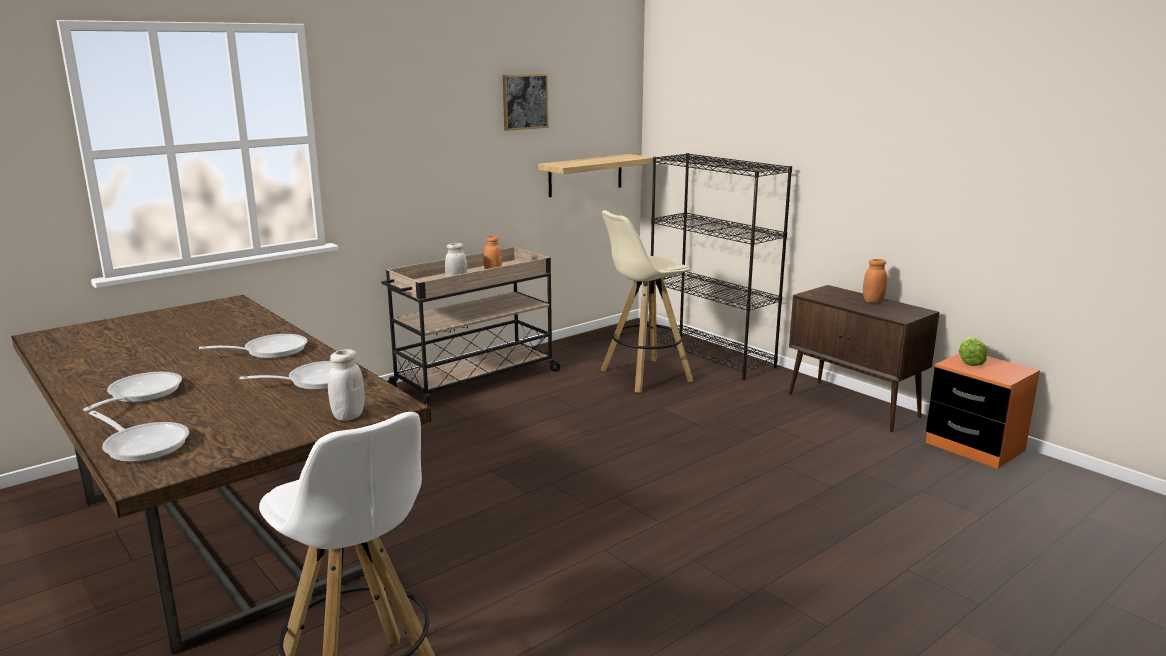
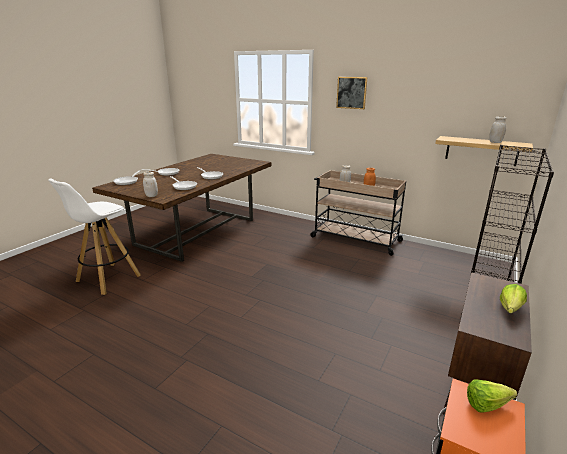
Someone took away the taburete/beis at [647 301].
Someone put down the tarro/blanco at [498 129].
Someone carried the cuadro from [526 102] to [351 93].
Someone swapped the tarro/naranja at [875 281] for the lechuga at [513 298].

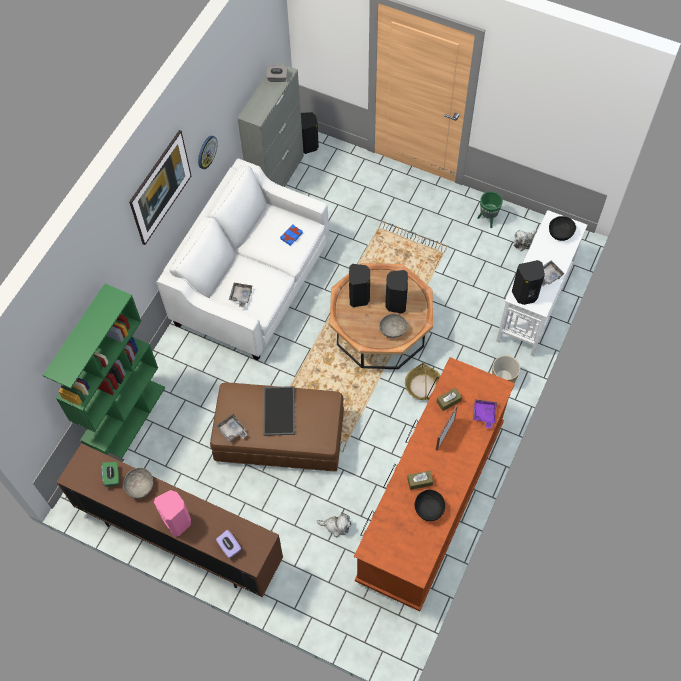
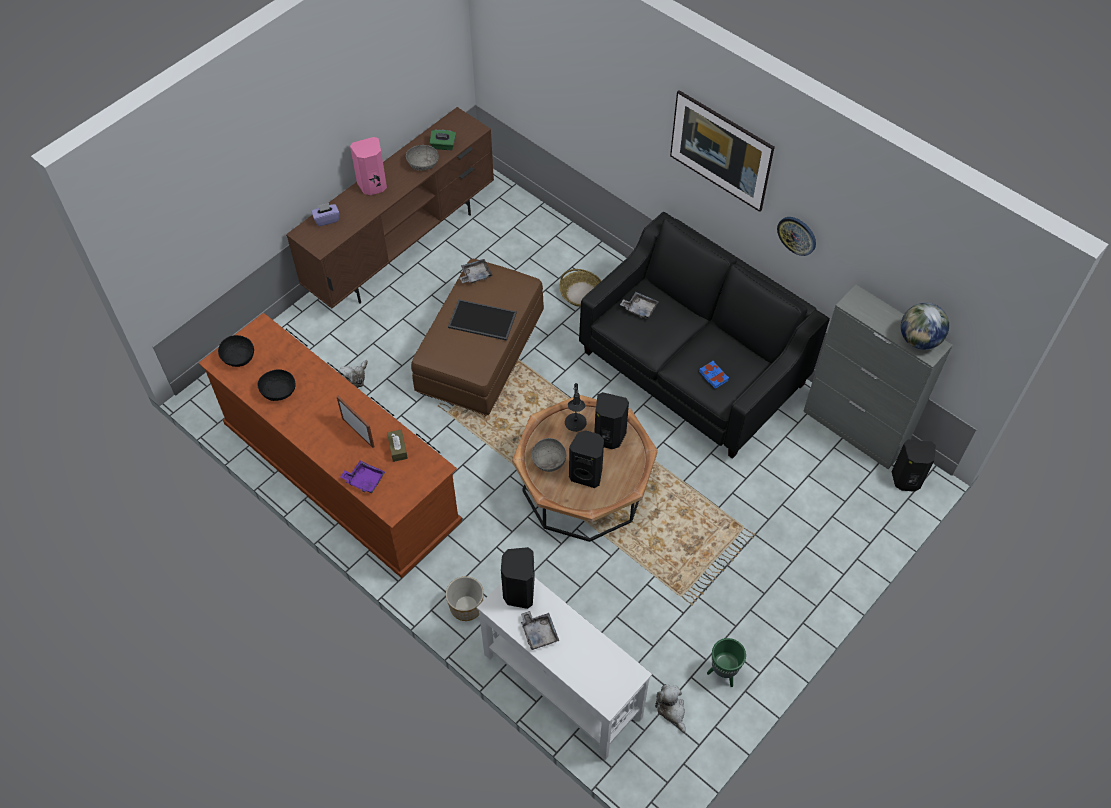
Someone took away the estantería/verde at [104 371].
Someone took away the caja de pañuelos/marrón at [420 480].
Someone put down the lámpara de mesa/negro at [576 407].
Someone carried the cesta from [423 381] to [580 288].
Someone carried the cuenco/negro from [562 228] to [236 351].
Someone swapped the caja de pañuelos/gris at [277 73] for the globo terráqueo at [925 326].
Someone repainted the sofá/blanco at [243 259], which became the sofá/negro at [704 335].

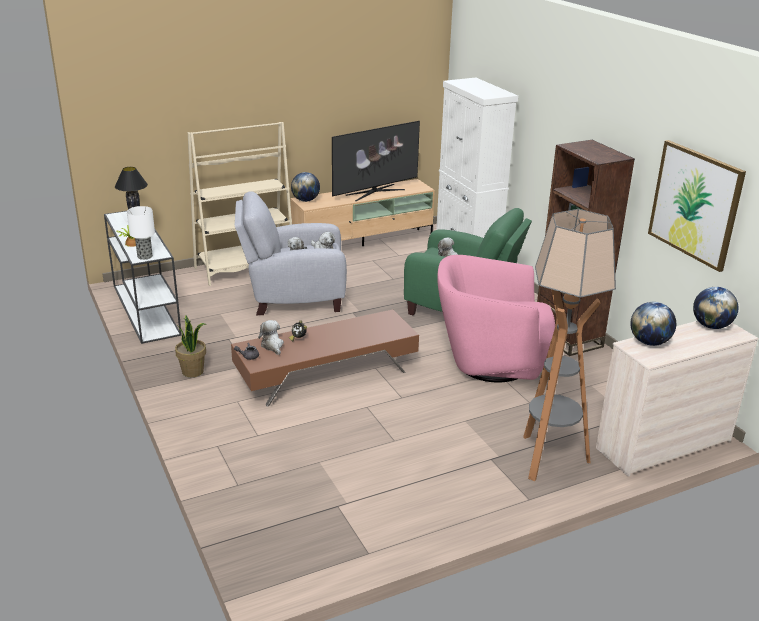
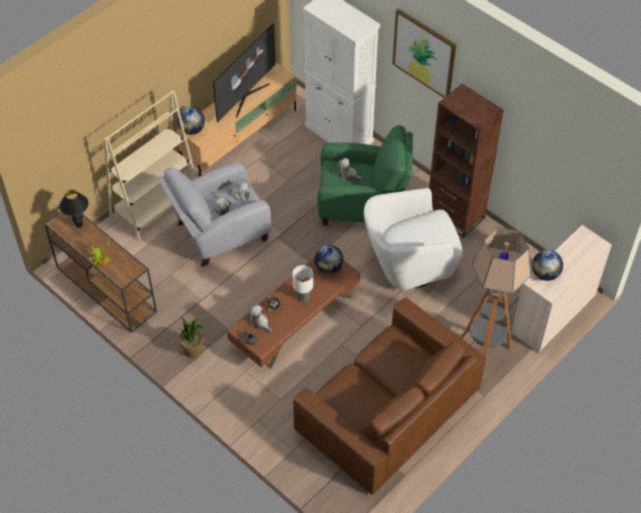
Someone put down the sofá/marrón at [389 396].
Someone carried the lámpara de mesa from [141 233] to [302 283].
Someone carried the cuadro from [697 206] to [424 53].
Someone carried the globo terráqueo from [716 308] to [328 259].
Someone repainted the mesa consola/blanco at [143 277], which became the mesa consola/marrón at [100 272].
Someone repainted the sillón/rosa at [496 319], which became the sillón/blanco at [413 239].

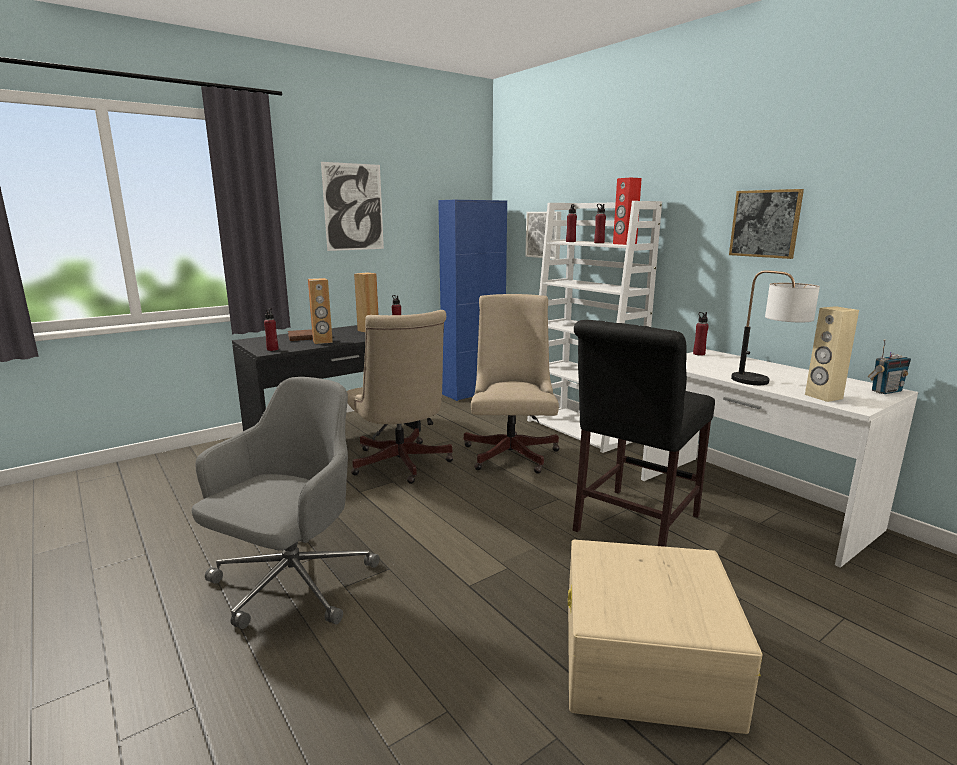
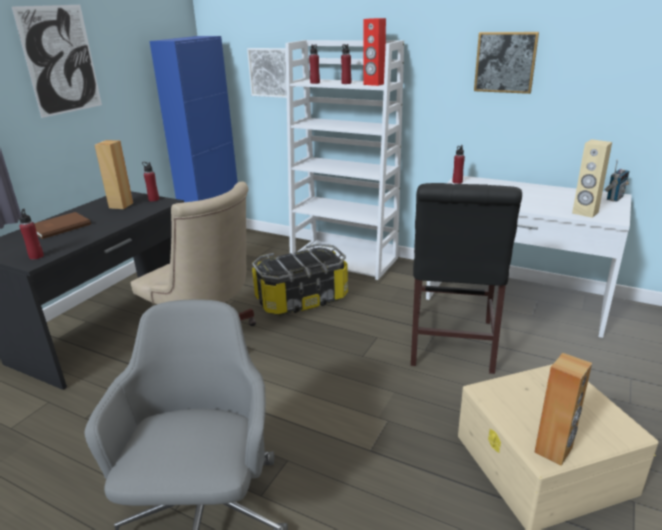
Someone took away the lámpara de mesa at [775 327].
Someone carried the altavoz/marrón from [320 311] to [563 409].
Someone swapped the silla de oficina/beis at [512 384] for the caja de almacenaje at [300 279].

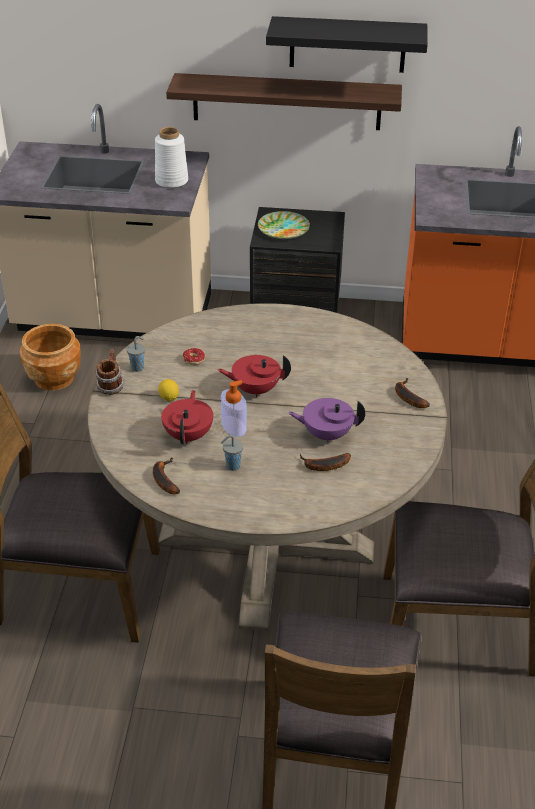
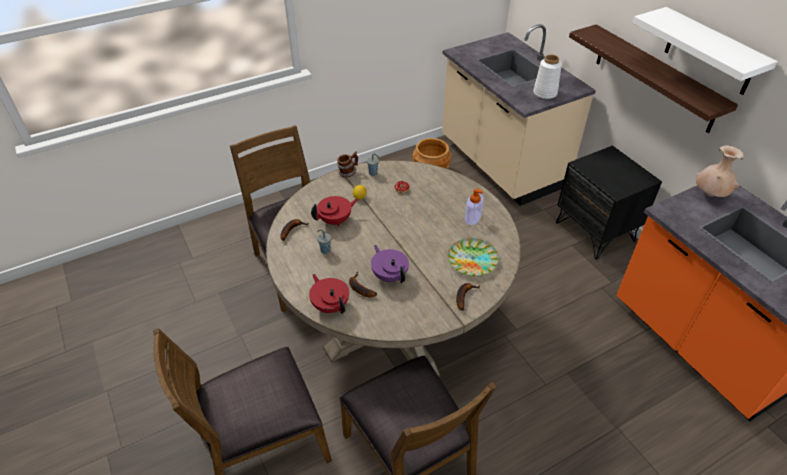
Someone put down the florero/beis at [720 171].
Someone carried the tetera/rojo from [254 376] to [329 294].
Someone carried the dispensador de jabón from [234 408] to [474 206].
Someone carried the plato from [284 225] to [473 257].
Someone repainted the estante/negro at [347 44], which became the estante/blanco at [705 51].

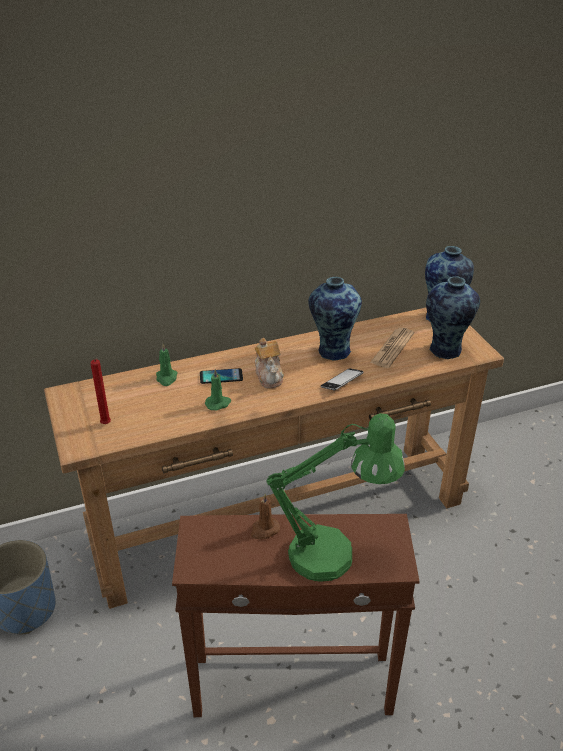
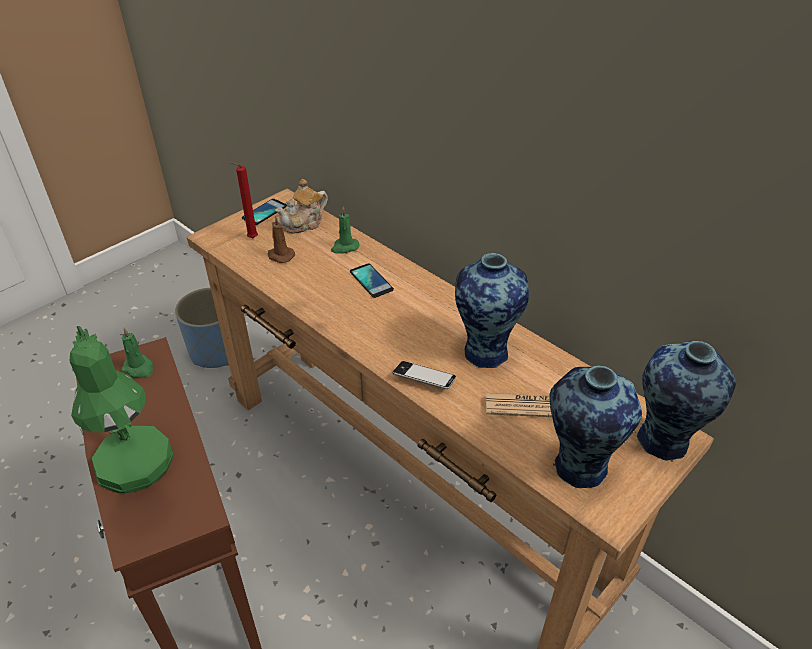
Someone put down the móvil at [264 212].
Someone carried the vela/verde from [218 389] to [137 353].
Someone carried the vela/marrón from [265 516] to [281 239].
Someone carried the tetera from [269 363] to [301 206].

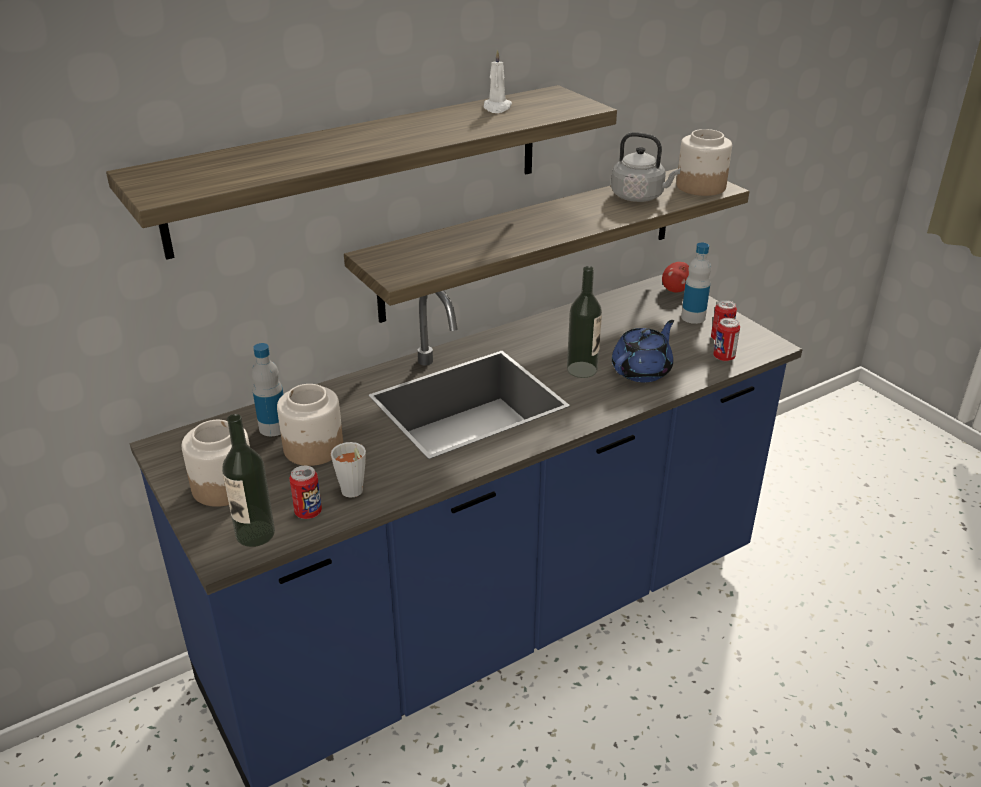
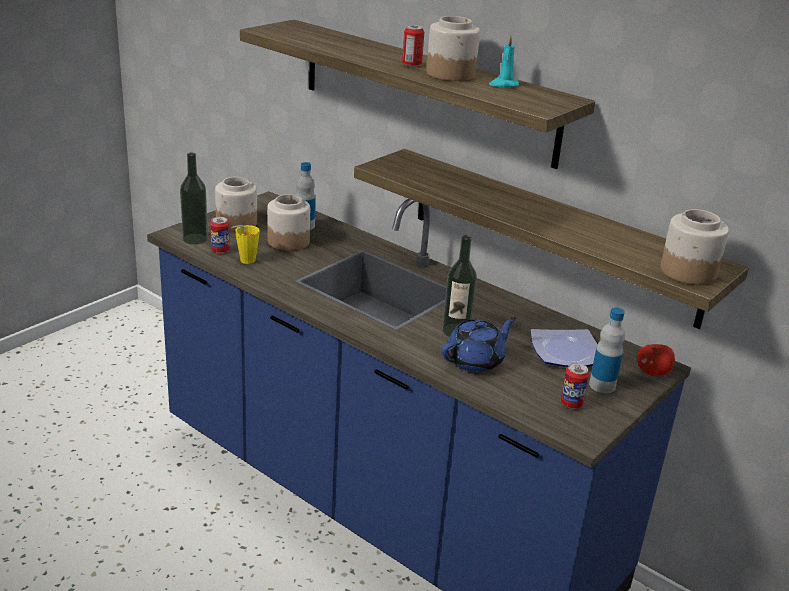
Someone took away the hervidor/gris at [646 167].
Someone put down the tarro at [453 48].
Someone put down the plato at [563 348].
Someone carried the lata from [726 339] to [413 46].
Someone repainted the taza/gris at [348 470], which became the taza/amarillo at [245 244].
Someone repainted the vela/blanco at [498 81], which became the vela/turquesa at [504 61].
Someone rotated the tetera/azul at [643 351] by 60 degrees counterclockwise.

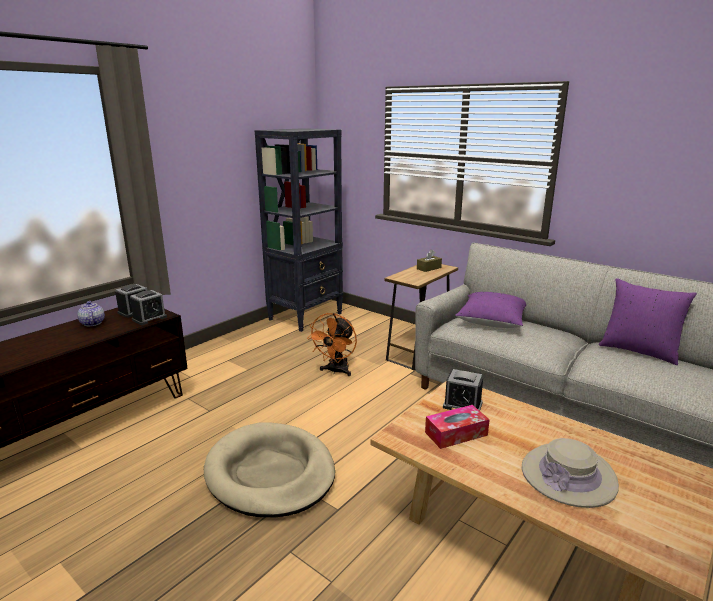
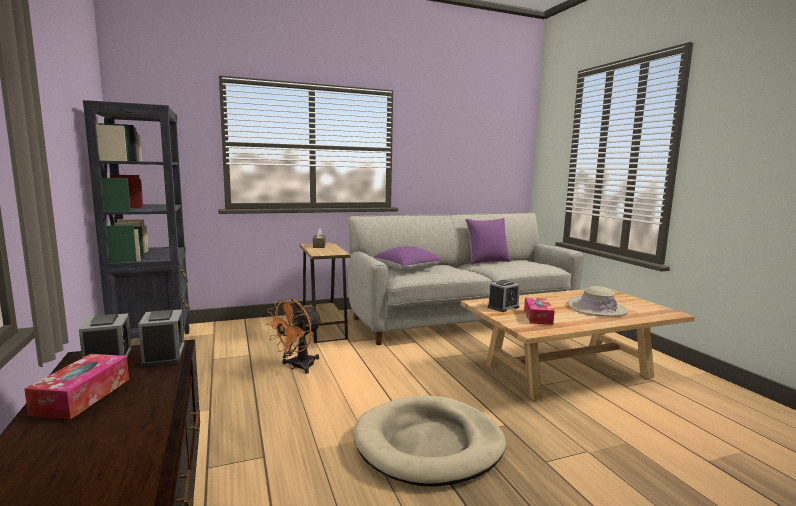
Someone swapped the tetera at [91 313] for the caja de pañuelos at [76 386].
Someone rotated the ventilador/naranja at [332 344] by 75 degrees clockwise.

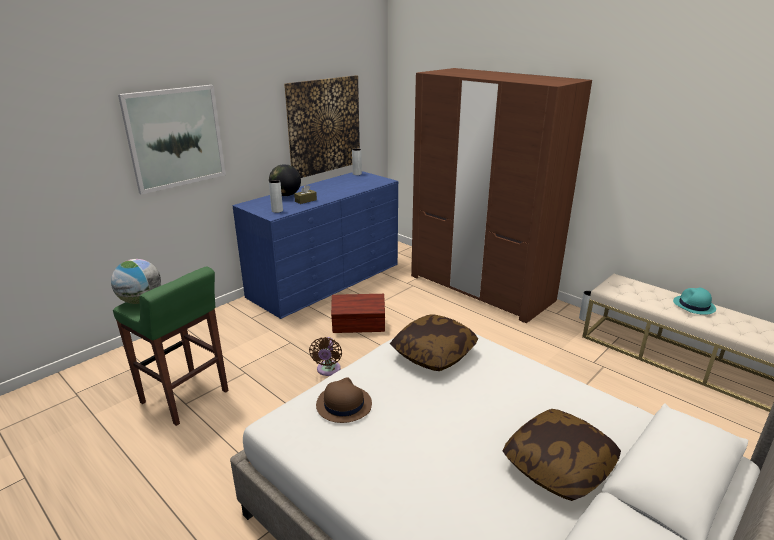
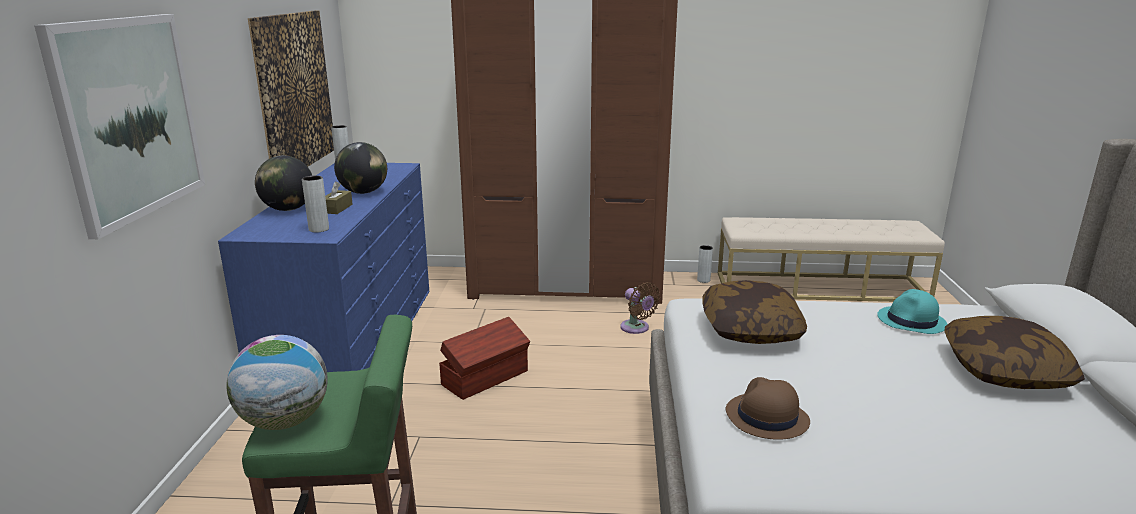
Someone put down the globo terráqueo at [360 168].
Someone carried the ventilador/marrón from [325 356] to [640 308].
Someone carried the sombrero/turquesa from [694 301] to [912 311].

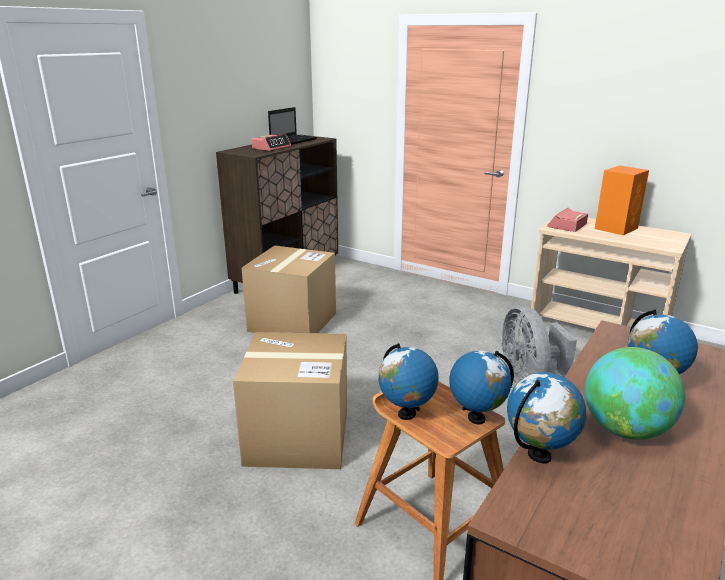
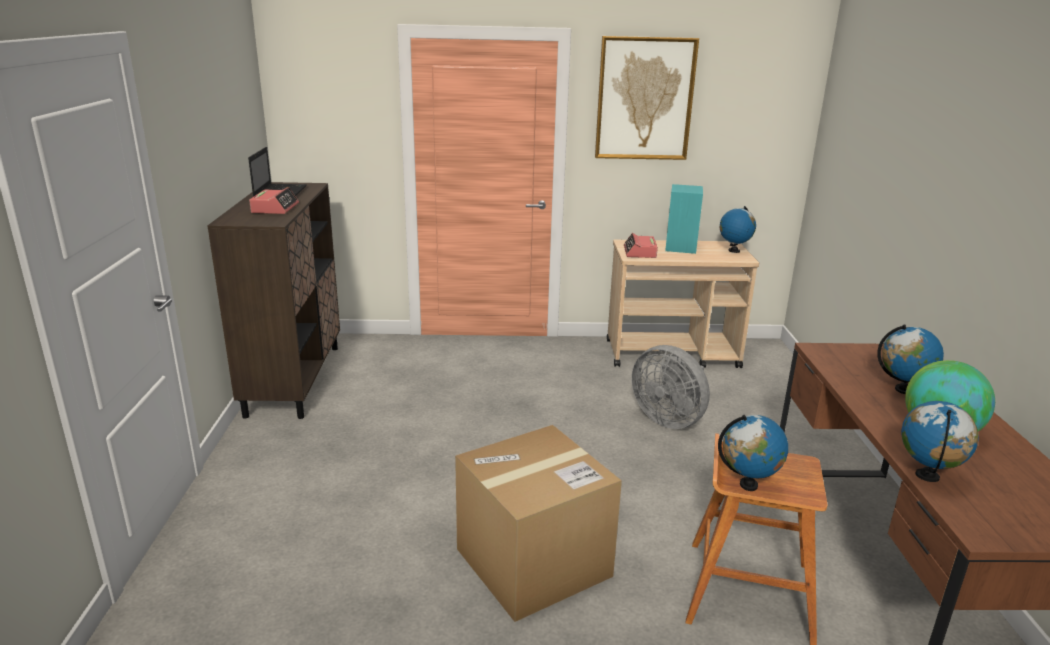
Someone took away the caja de cartón at [288 289].
Someone put up the cuadro at [647 98].
Someone carried the globo terráqueo from [481 387] to [738 229].
Someone repainted the altavoz/naranja at [622 200], which became the altavoz/turquesa at [684 219].

